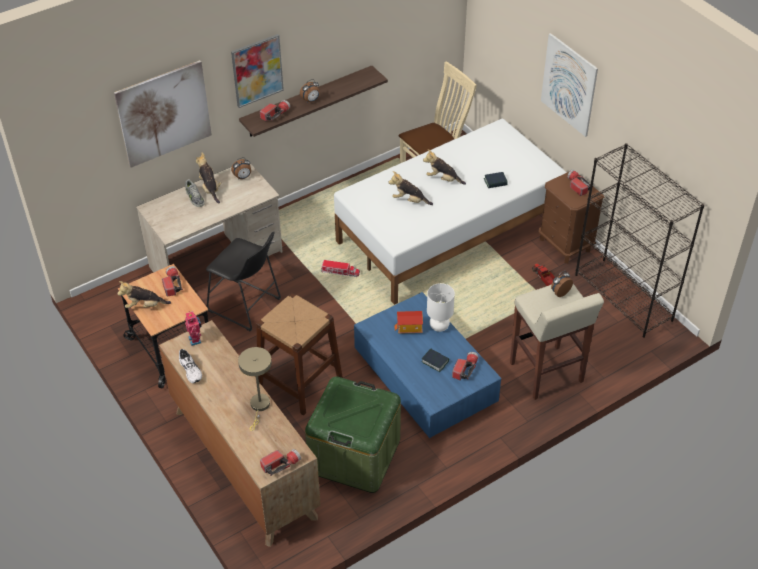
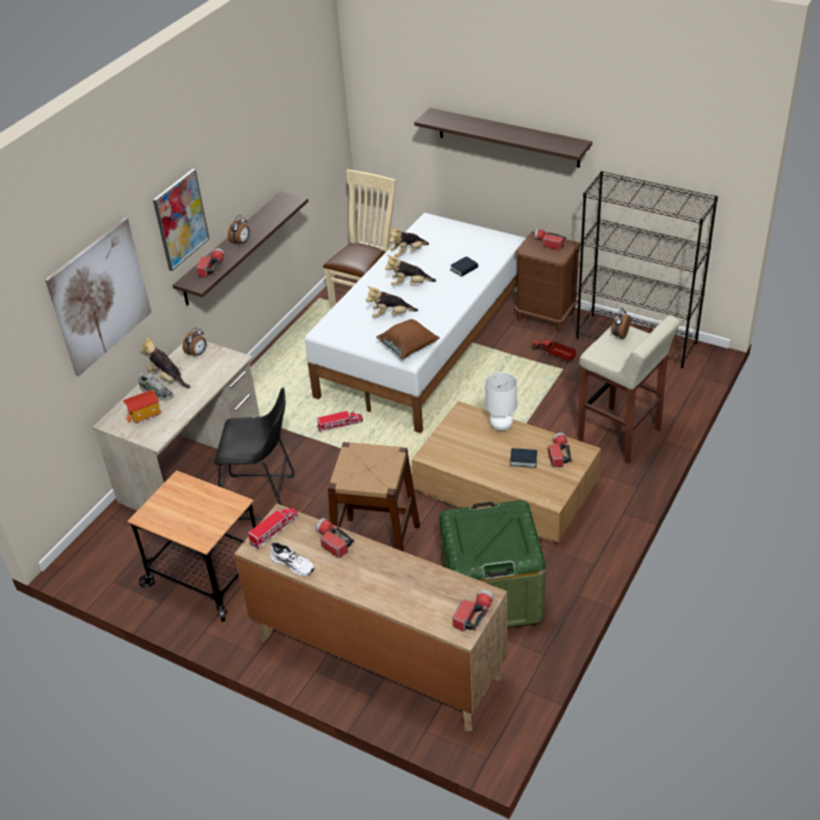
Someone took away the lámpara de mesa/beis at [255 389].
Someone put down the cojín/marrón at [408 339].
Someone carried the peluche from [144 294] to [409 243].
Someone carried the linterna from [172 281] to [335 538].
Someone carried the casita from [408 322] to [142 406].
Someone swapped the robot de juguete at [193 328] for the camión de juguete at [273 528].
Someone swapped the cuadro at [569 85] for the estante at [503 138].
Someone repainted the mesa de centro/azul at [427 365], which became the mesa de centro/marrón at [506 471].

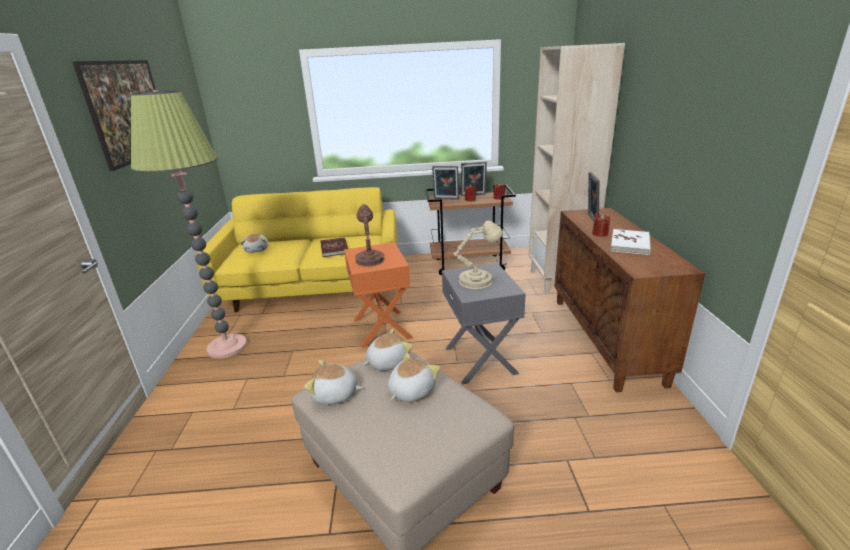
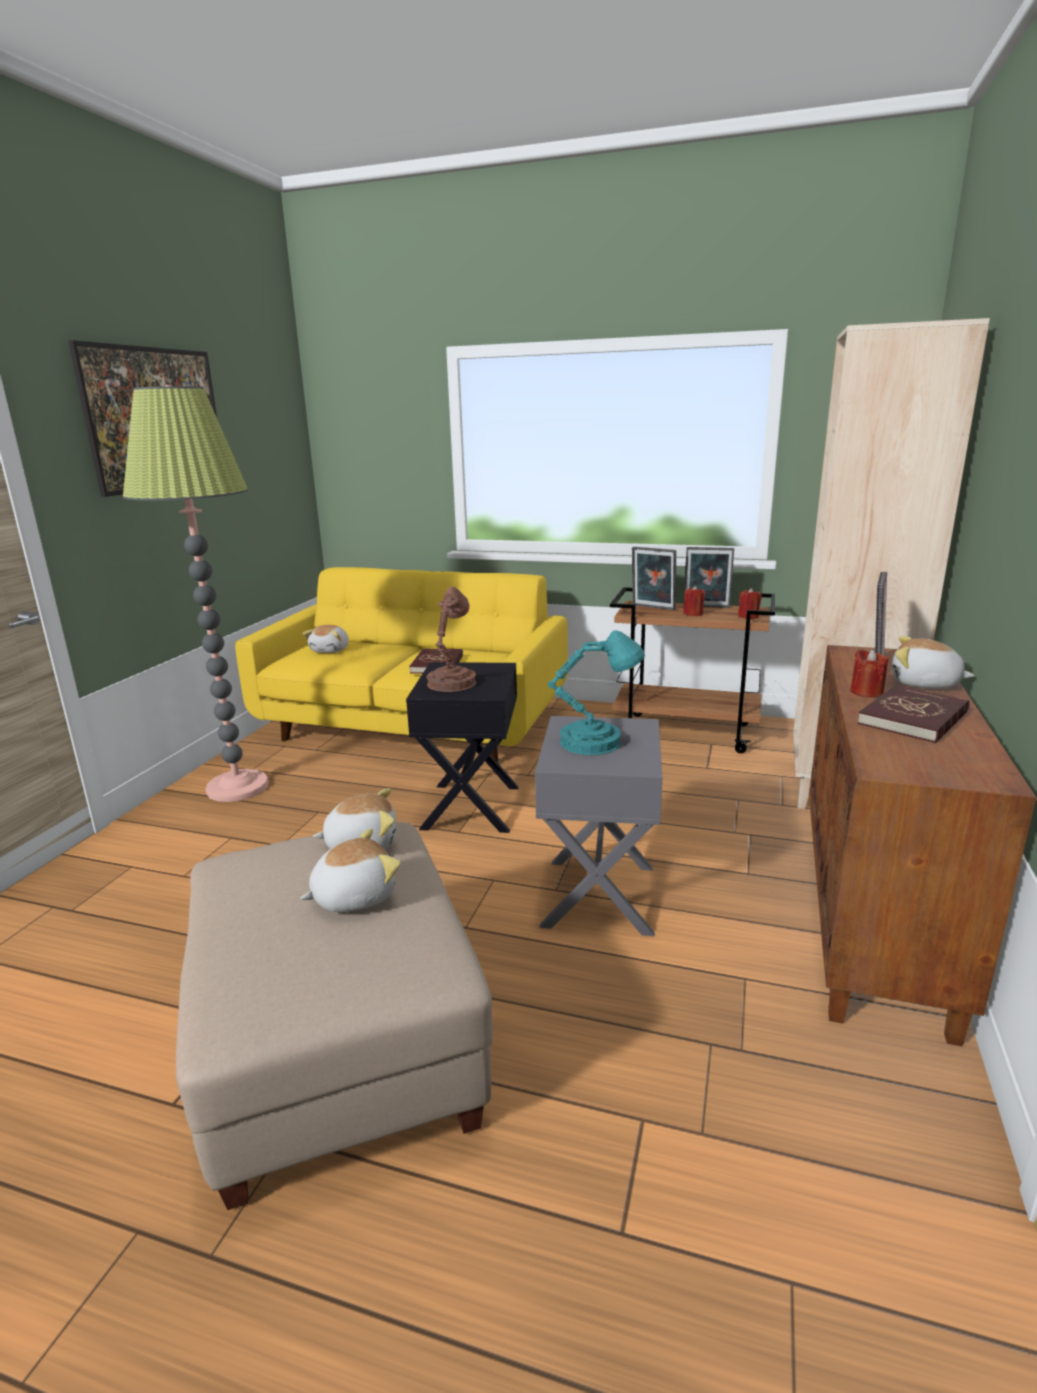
Someone carried the peluche from [333 382] to [933 662].
Someone repainted the mesa auxiliar/naranja at [378 295], which became the mesa auxiliar/negro at [462 747].
Someone repainted the lámpara de mesa/beis at [478 255], which became the lámpara de mesa/turquesa at [596 692].
Someone repainted the libro/blanco at [631 242], which became the libro/rojo at [913 714].

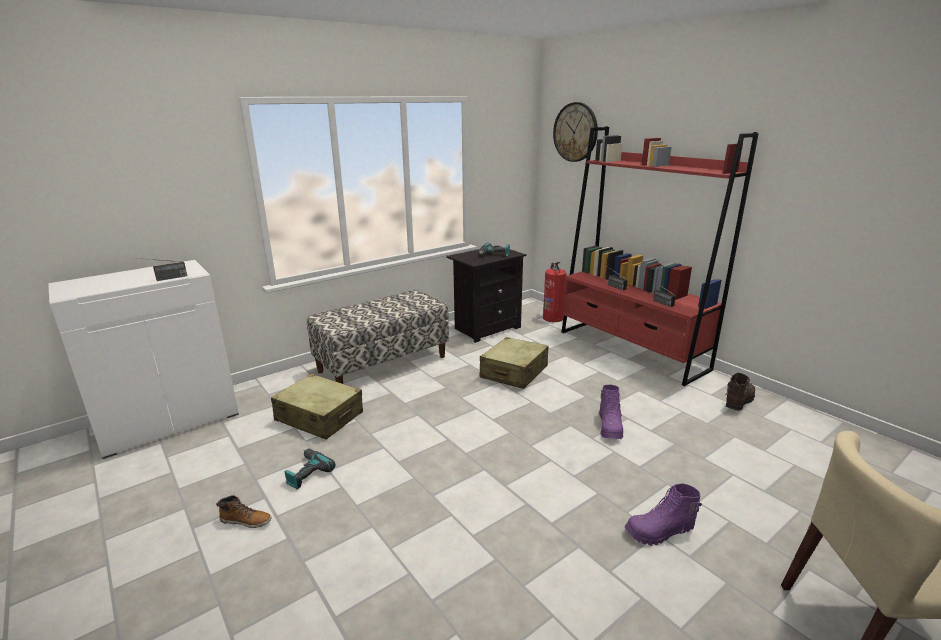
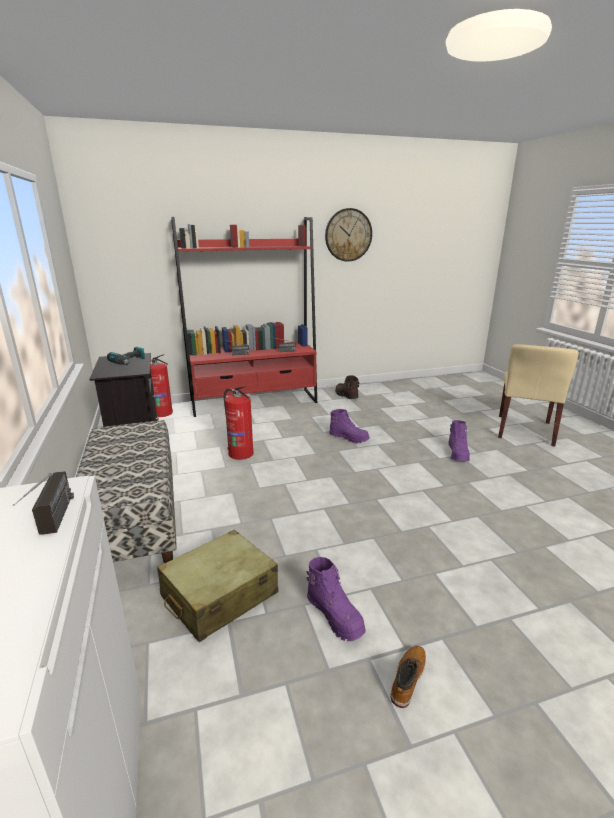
Someone carried the reloj de pared from [575 132] to [348 235].
Someone swapped the taladro at [309 469] for the bota/morado at [336 599].
Someone swapped the maleta/beis at [514 363] for the extintor at [239 423].

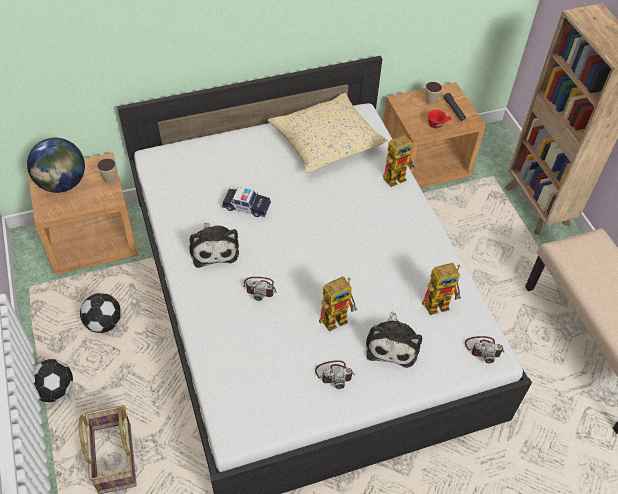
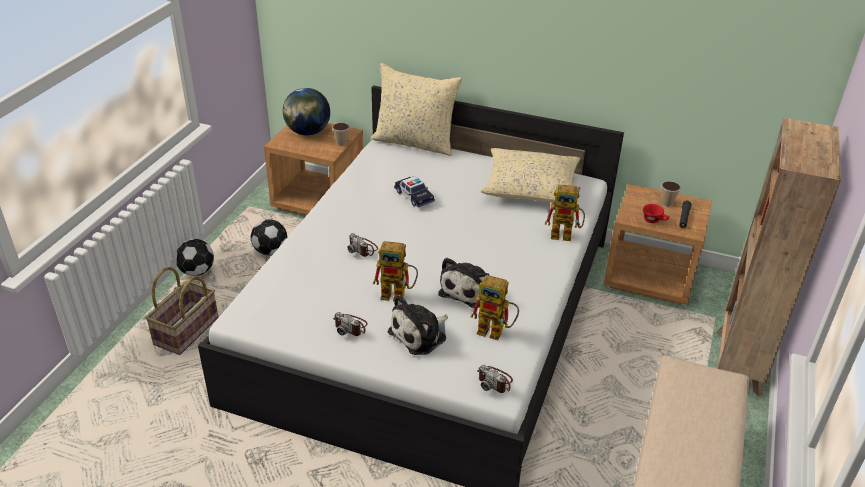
Someone put down the cojín/beis at [416 109].
Someone carried the peluche from [214 245] to [464 283].

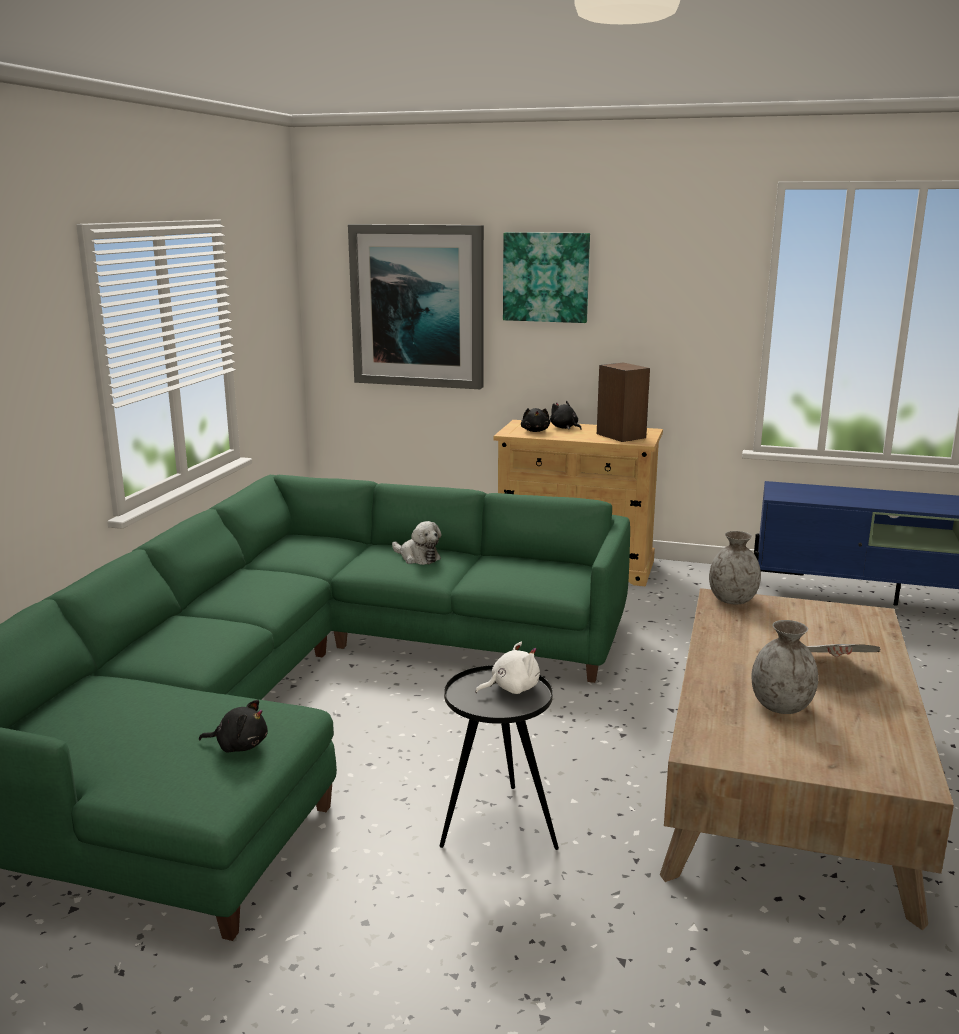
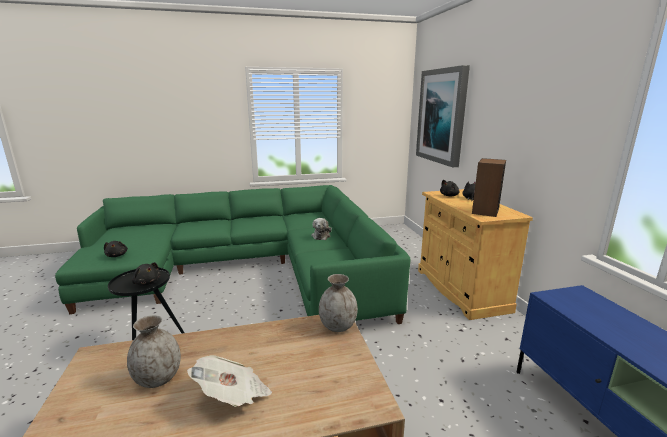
Someone took away the cuadro at [546 277].
Someone repainted the peluche/blanco at [507 668], which became the peluche/negro at [146 273].

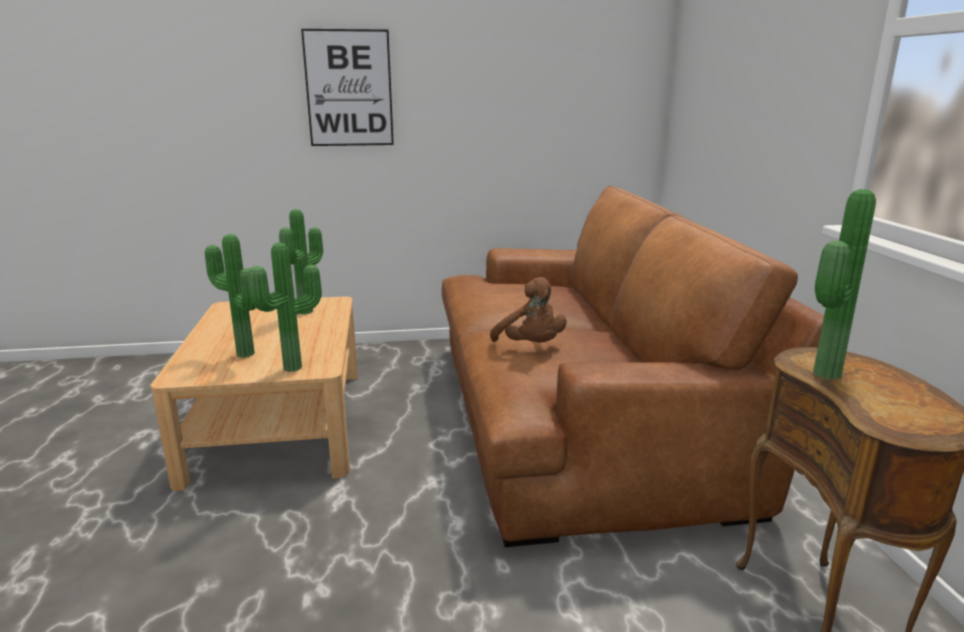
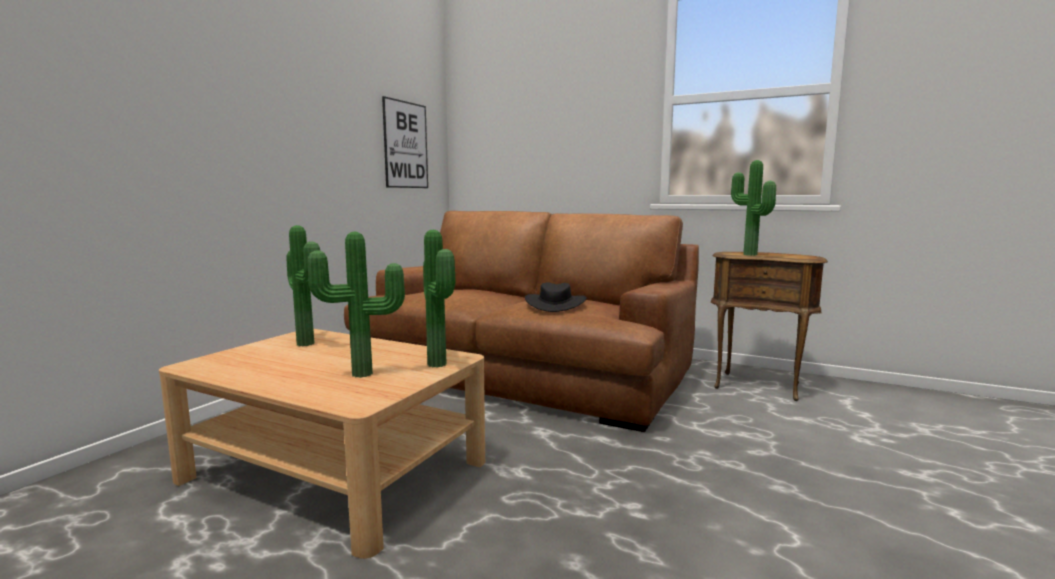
Someone carried the cuadro from [347 87] to [405 142].
Someone swapped the peluche/marrón at [528 310] for the sombrero/negro at [556 297].

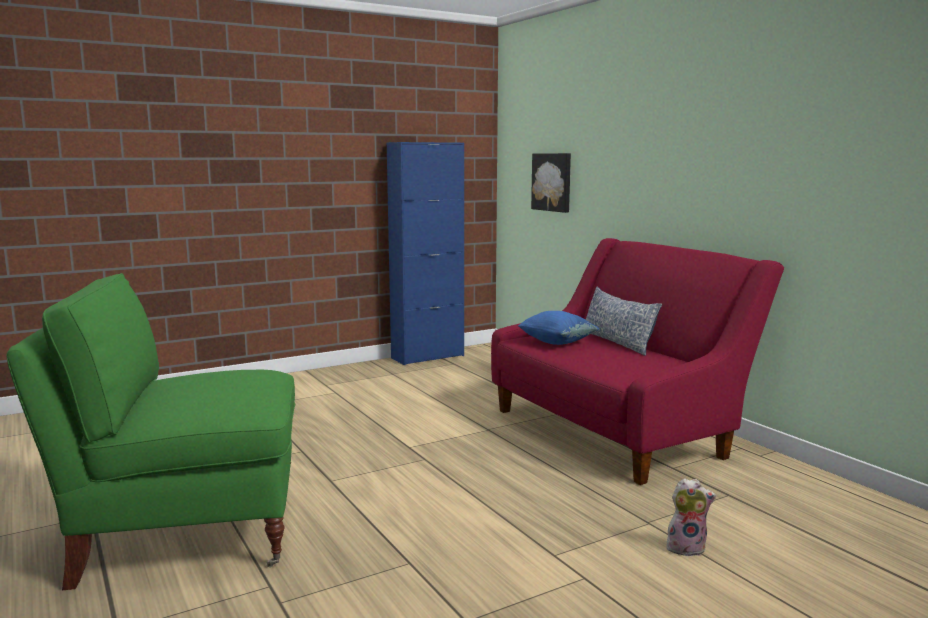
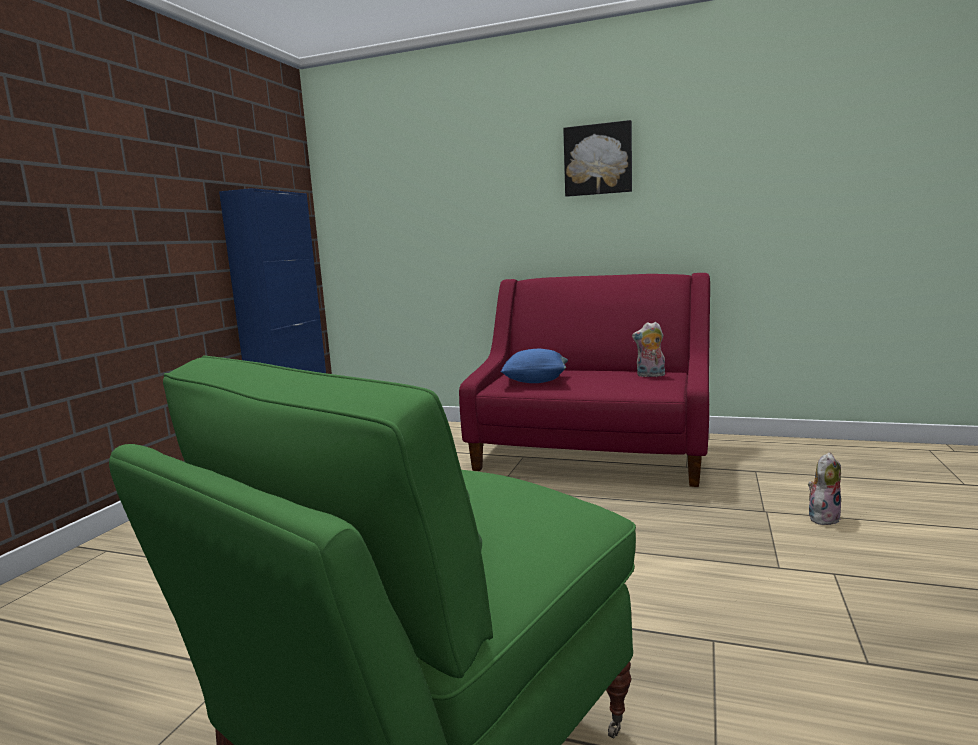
Someone took away the cojín at [624 321].
Someone put down the peluche at [648 349].
Someone carried the cuadro from [551 183] to [597 158].

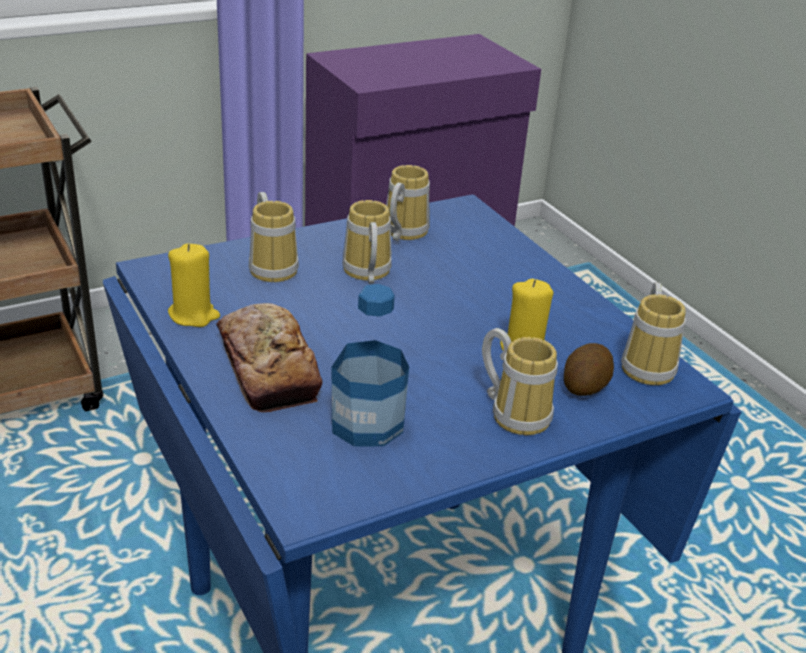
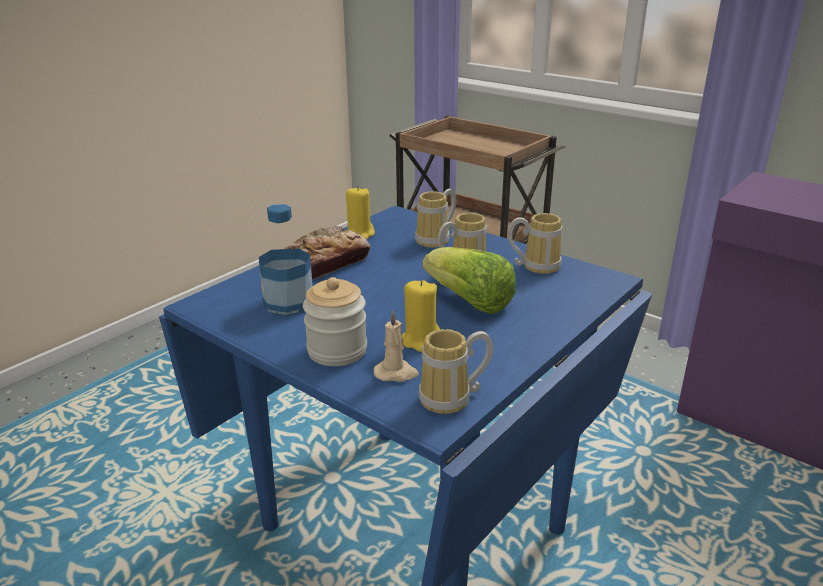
Someone put down the lechuga at [469 280].
Someone swapped the taza grande at [520 381] for the tarro at [335 321].
Someone swapped the patata at [589 369] for the vela/beis at [396 346].

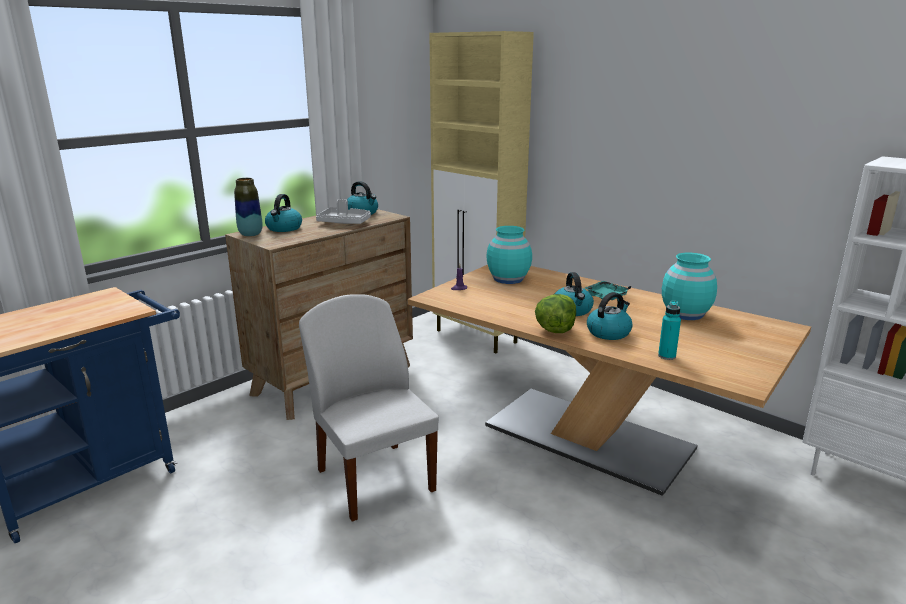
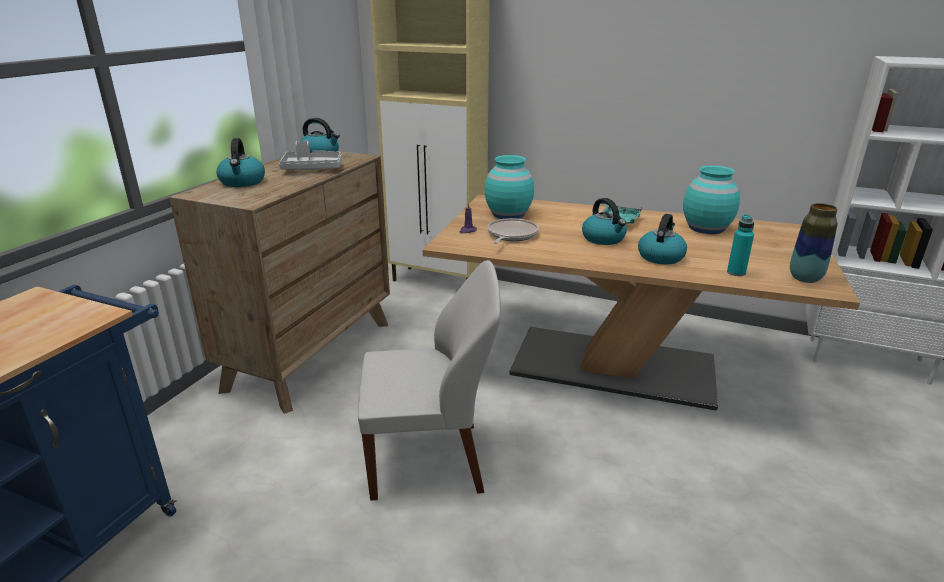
Someone took away the lechuga at [555 313].
Someone put down the sartén at [513 231].
Someone carried the florero from [248 207] to [814 243].
Someone rotated the silla/blanco at [369 408] by 135 degrees clockwise.

